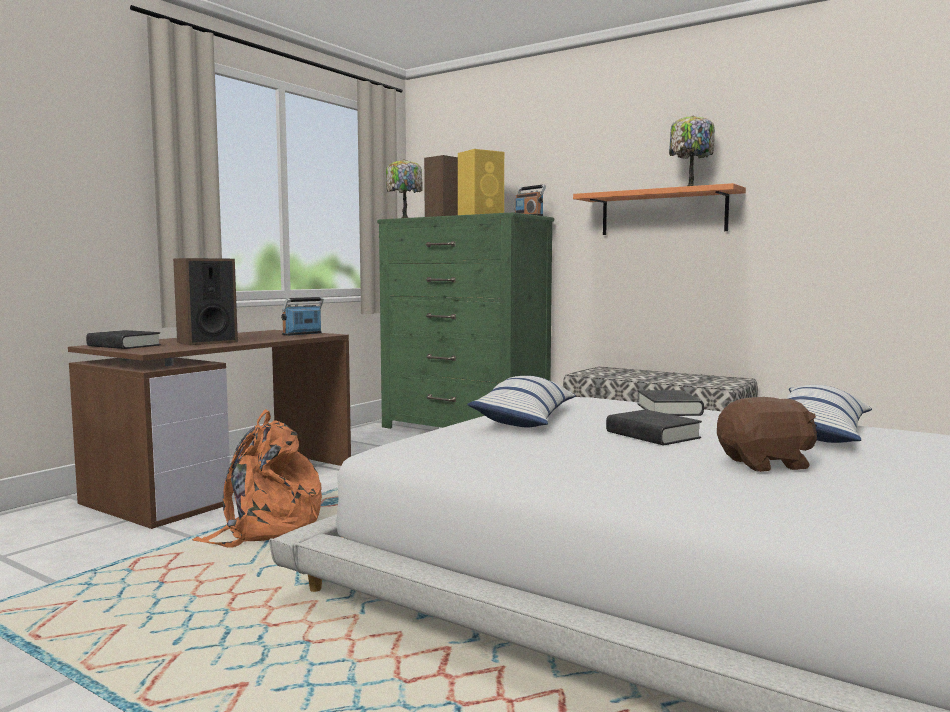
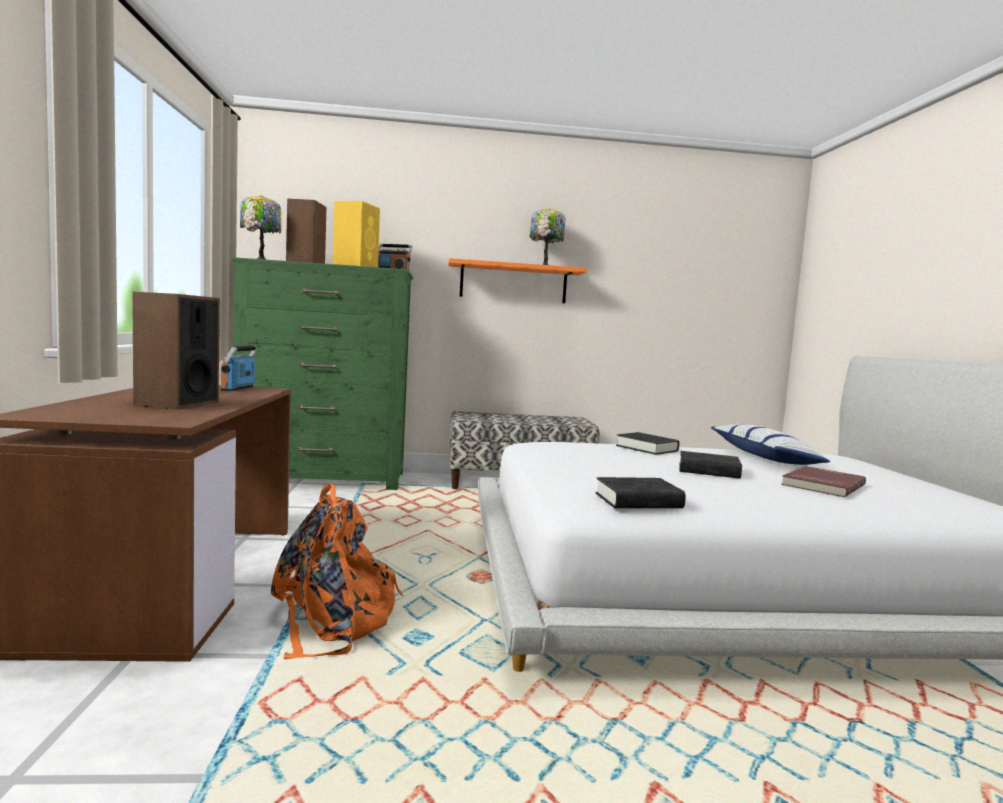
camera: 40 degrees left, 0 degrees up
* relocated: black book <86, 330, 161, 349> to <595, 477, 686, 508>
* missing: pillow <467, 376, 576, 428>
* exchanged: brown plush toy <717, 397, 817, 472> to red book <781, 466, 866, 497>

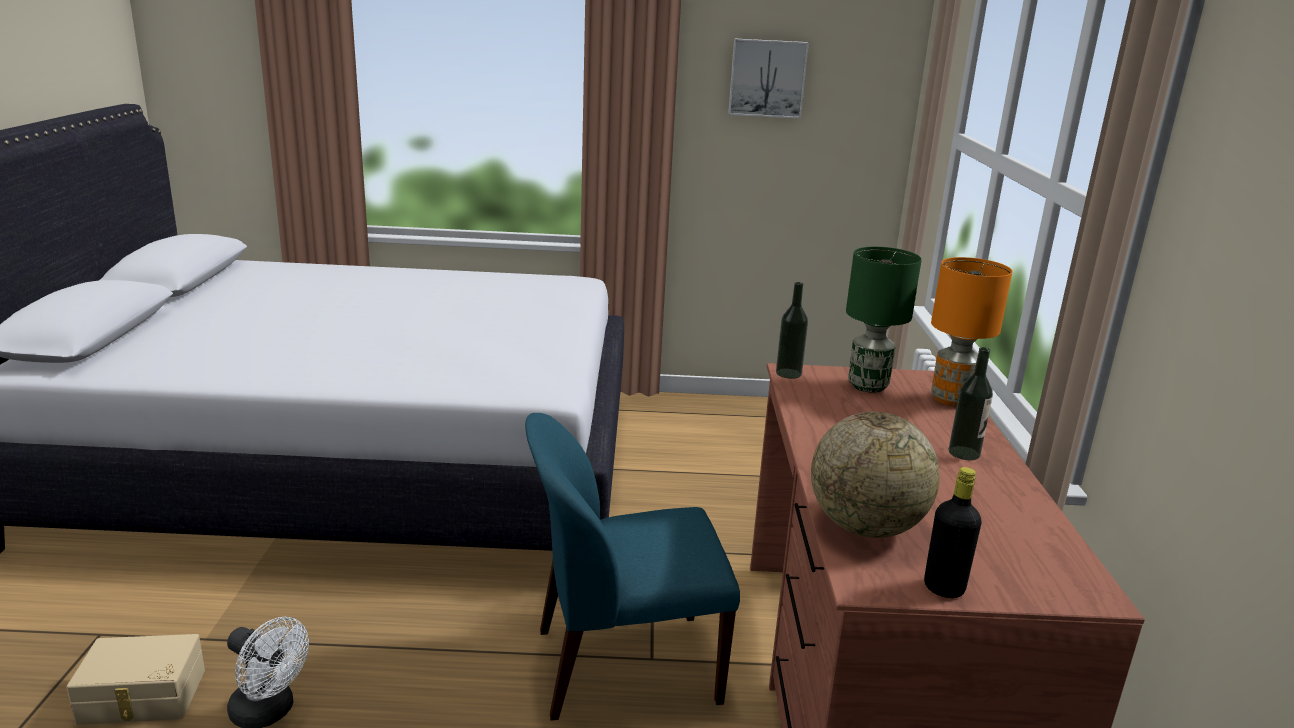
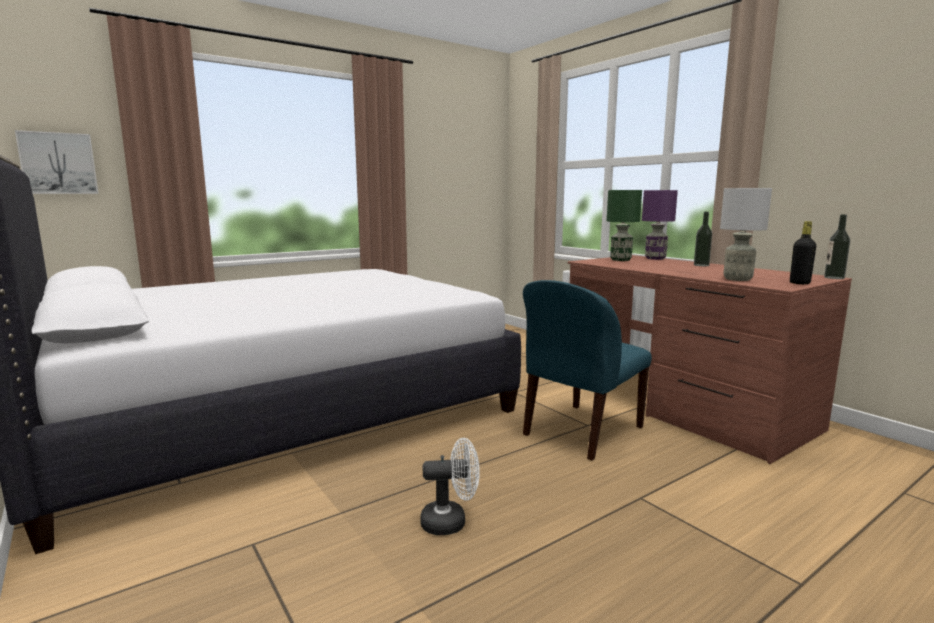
camera: 35 degrees left, 10 degrees down
* relocated: picture <728, 38, 809, 119> to <15, 130, 98, 194>
* colour: orange table lamp <931, 257, 1013, 407> to purple table lamp <642, 190, 678, 260>
* relocated: bottle <776, 282, 808, 379> to <824, 214, 850, 279>
* exchanged: globe <811, 412, 940, 538> to grey table lamp <720, 188, 772, 281>
* missing: beige storage box <66, 634, 205, 725>

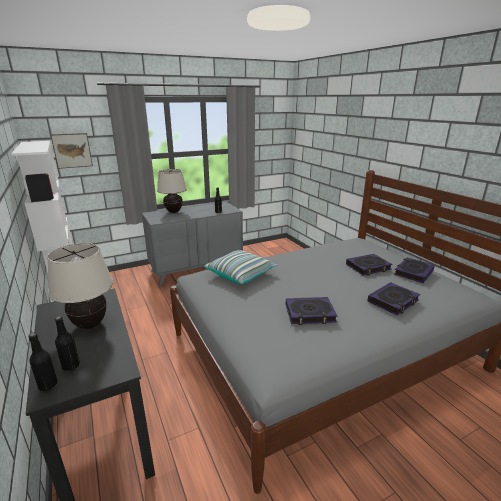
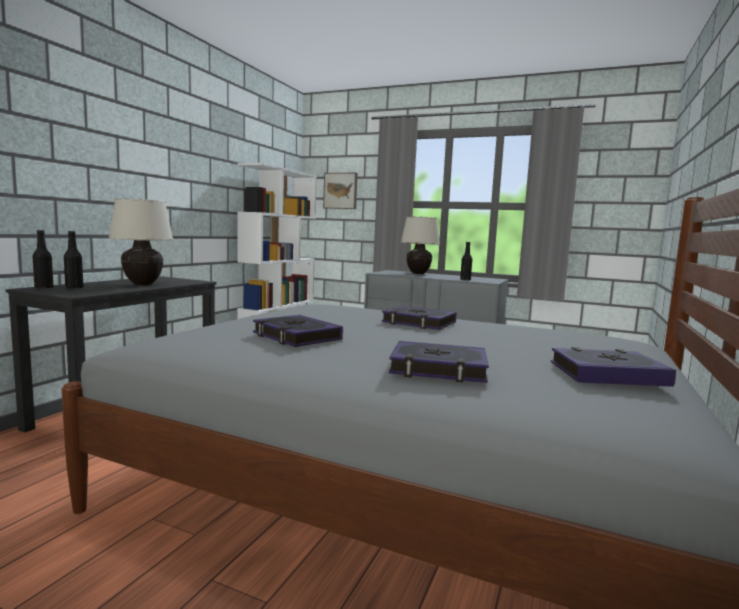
camera: 50 degrees right, 15 degrees down
* missing: pillow <204, 250, 278, 284>
* relocated: book <346, 254, 392, 275> to <381, 305, 457, 330>

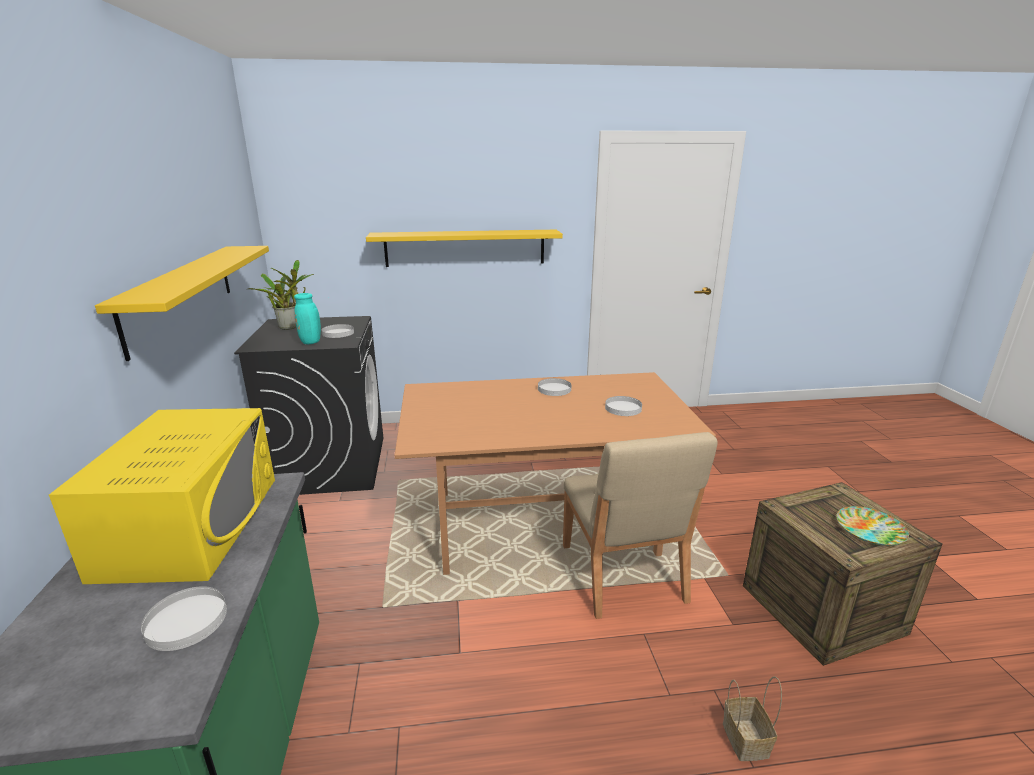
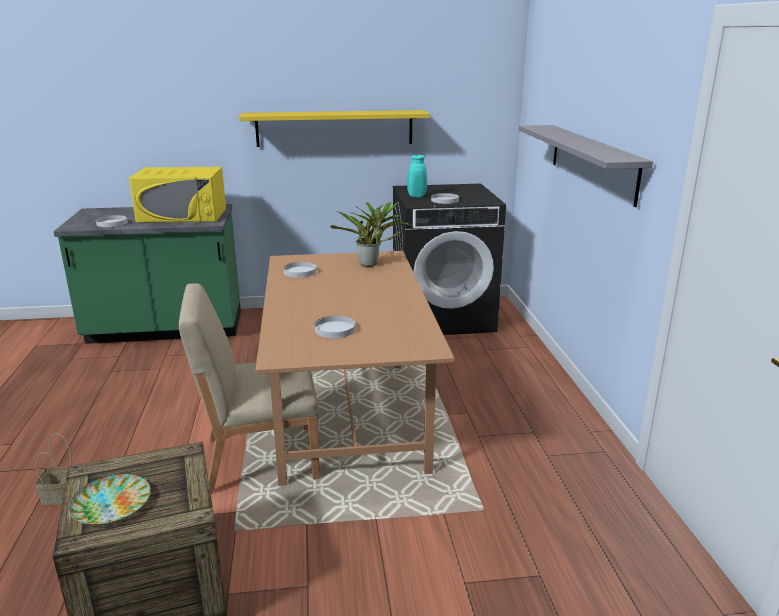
camera: 90 degrees right, 0 degrees up
* colour: yellow shelf <366, 230, 563, 267> to grey shelf <519, 125, 653, 207>
* relocated: potted plant <249, 260, 314, 330> to <330, 202, 412, 267>
* relocated: white plate <538, 378, 571, 396> to <283, 262, 317, 278>

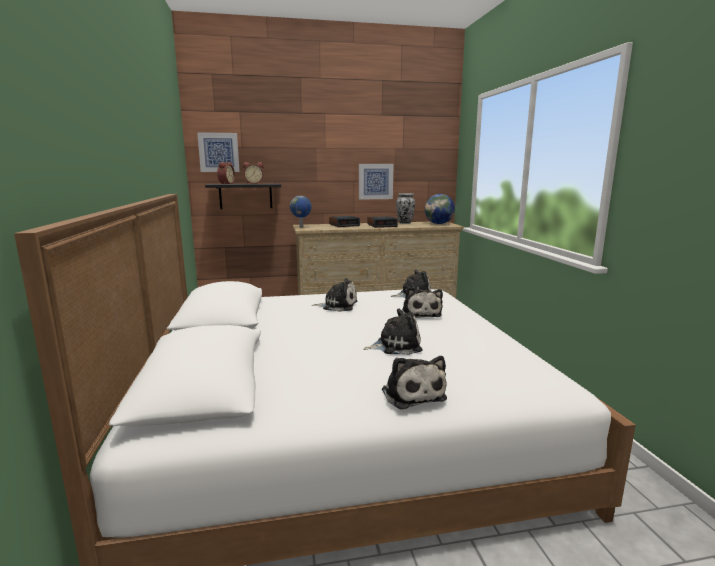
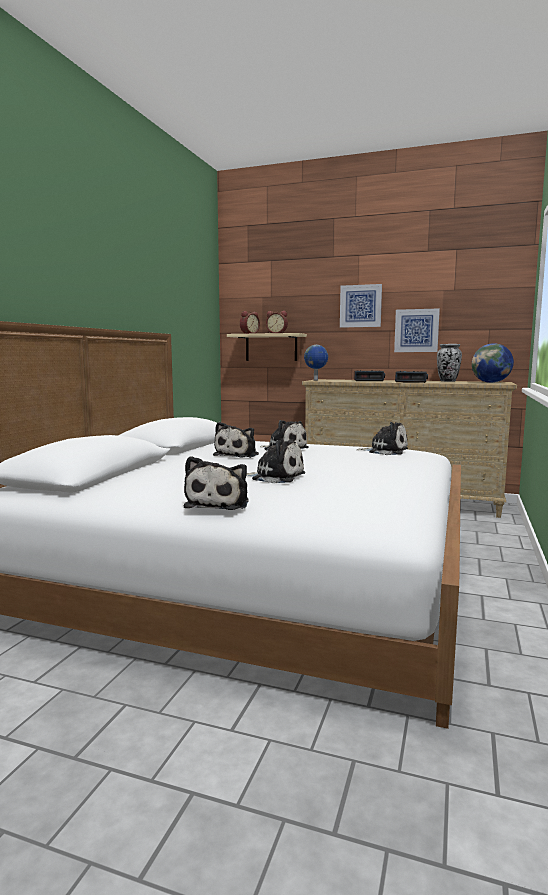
camera: 30 degrees right, 5 degrees down
* relocated: picture <197, 132, 240, 172> to <340, 284, 382, 328>
* colour: black shelf <205, 184, 281, 209> to beige shelf <227, 333, 307, 361>
* relocated: plush toy <402, 287, 443, 318> to <213, 422, 259, 458>

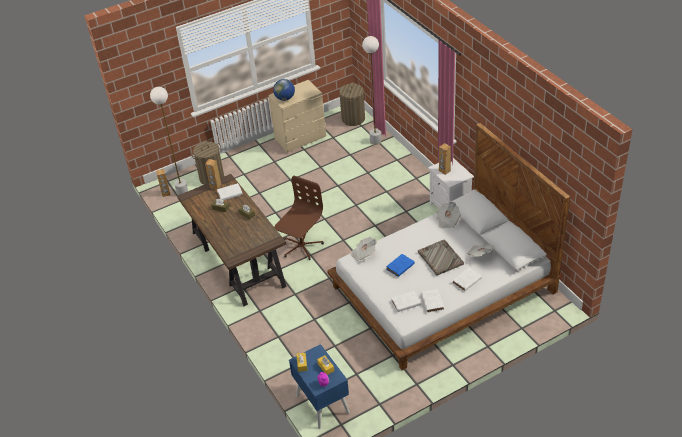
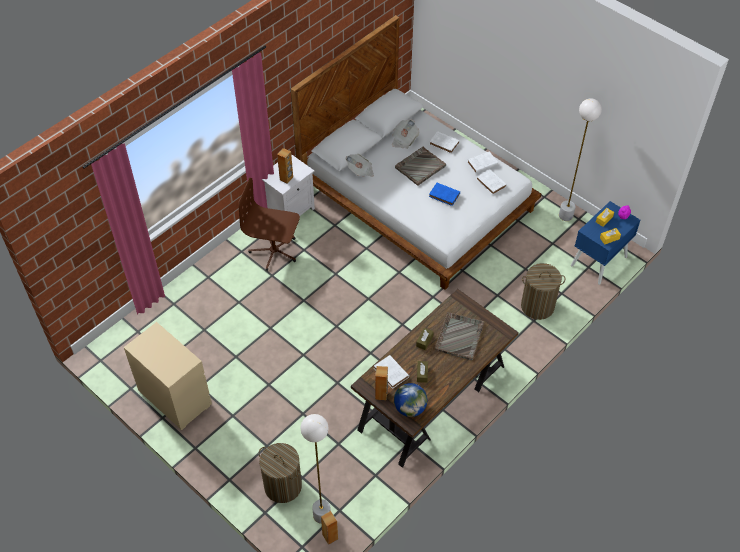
camera: 110 degrees left, 10 degrees up
* relocated: white floor lamp <362, 36, 381, 145> to <559, 98, 602, 221>
* relocated: globe <273, 79, 295, 101> to <394, 383, 427, 417>
* relocated: laundry basket <339, 83, 365, 126> to <521, 263, 565, 320>
* relocated: brown office chair <274, 176, 324, 260> to <239, 178, 300, 271>
* missing: newspaper <350, 237, 377, 261>
* appeared: grey tray <435, 312, 484, 360>

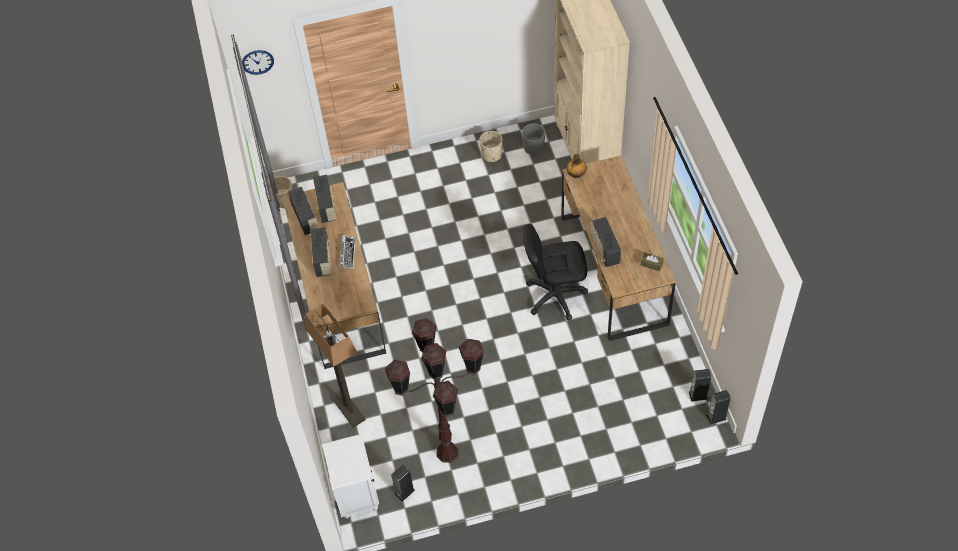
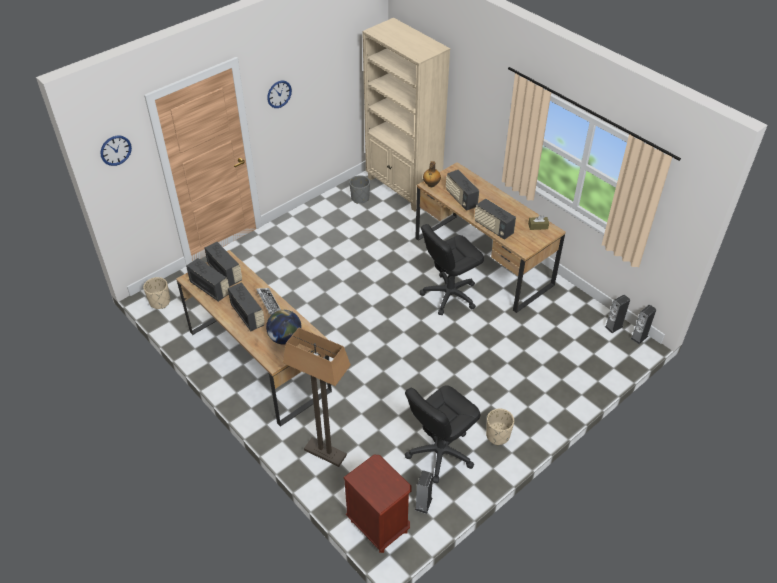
camera: 30 degrees left, 10 degrees down
* relocated: beige planter <479, 131, 503, 162> to <486, 409, 514, 445>
* exchanged: brown floor lamp <385, 318, 484, 463> to black office chair <405, 385, 480, 483>
* colour: white nightstand <322, 435, 379, 519> to brown nightstand <343, 455, 411, 553>
* appeared: wall clock <267, 80, 292, 108>
* appeared: radio <446, 169, 479, 211>
* appeared: globe <266, 310, 302, 345>

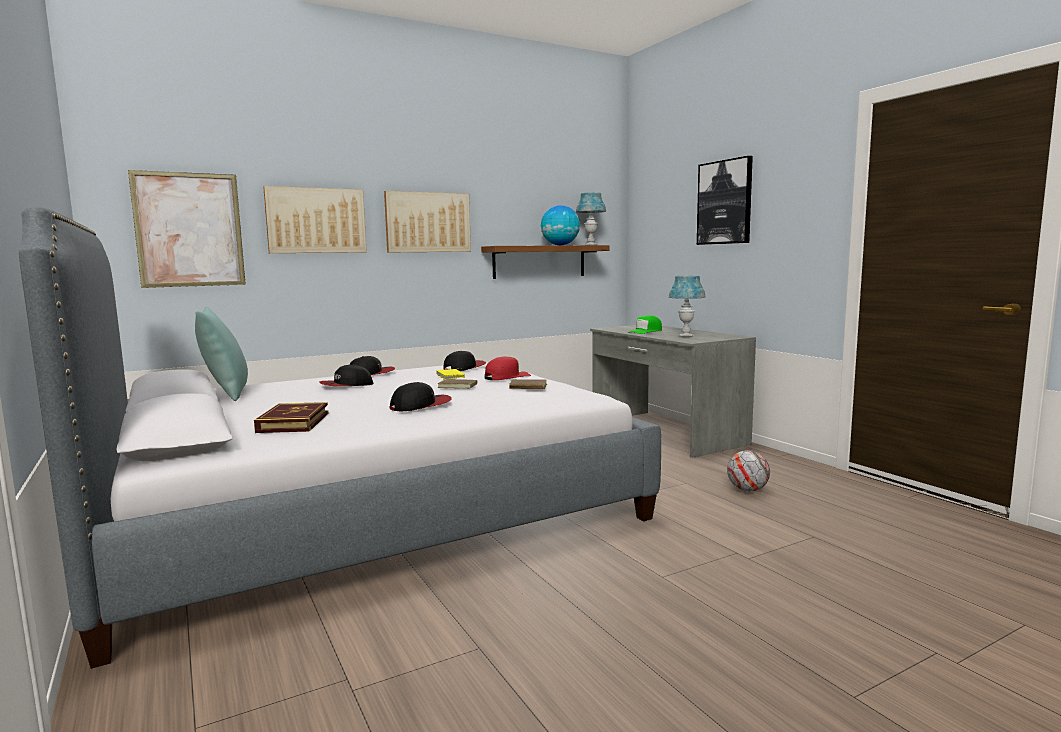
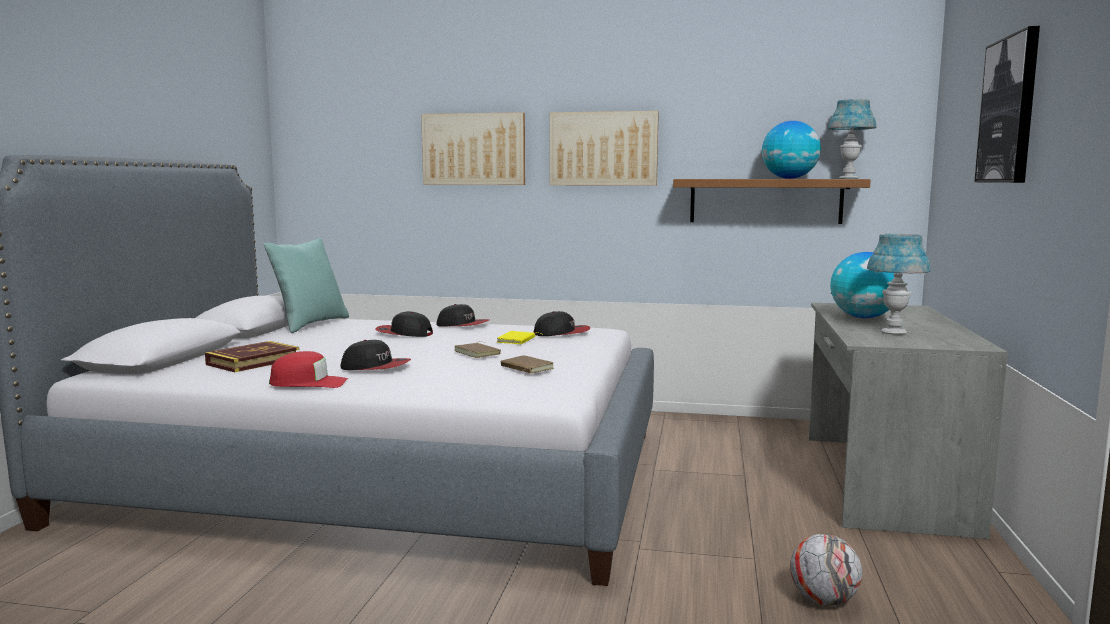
camera: 40 degrees right, 0 degrees up
* missing: picture <128, 170, 246, 288>
* exchanged: green cap <627, 315, 662, 334> to globe <830, 252, 894, 318>
* relocated: red cap <484, 357, 531, 380> to <269, 351, 348, 388>

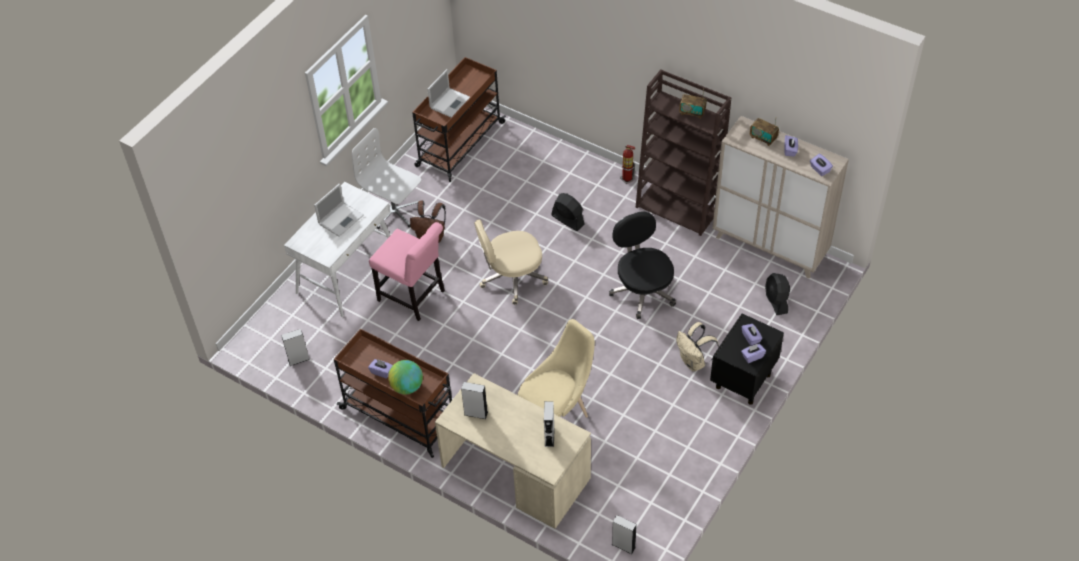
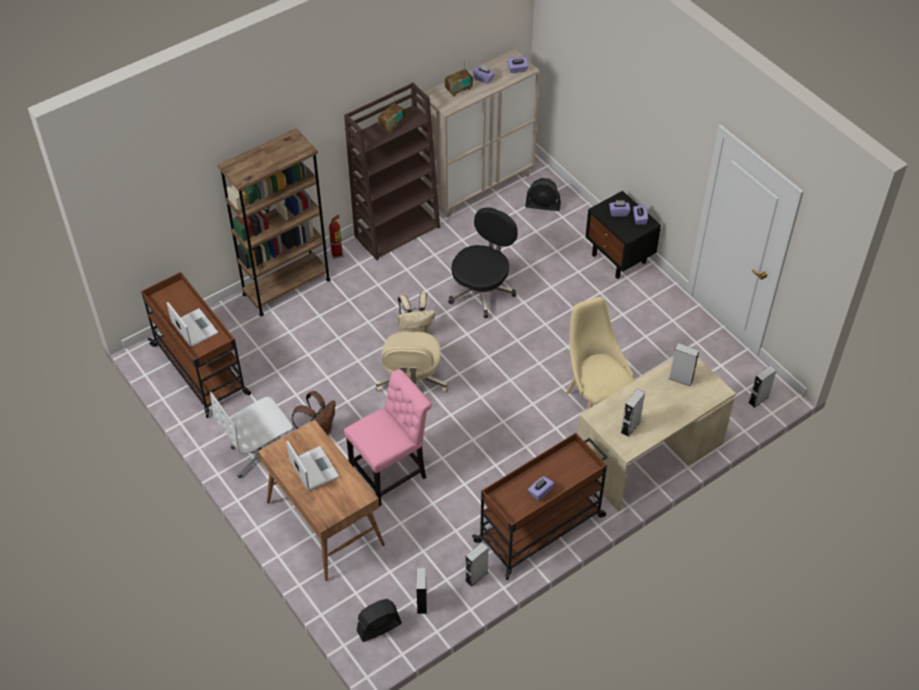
camera: 70 degrees left, 0 degrees up
* colour: white desk <284, 182, 391, 317> to brown desk <258, 419, 385, 581>
* relocated: black fan <551, 193, 585, 231> to <356, 599, 402, 642>
* spun: black office chair <609, 212, 676, 319> = <448, 207, 518, 318> 120 degrees clockwise
* relocated: beige backpack <676, 322, 719, 371> to <397, 292, 435, 333>
* missing: globe <388, 360, 423, 394>
* appeared: brown bookcase <217, 129, 331, 316>
* appeared: grey speaker <465, 542, 489, 587>

